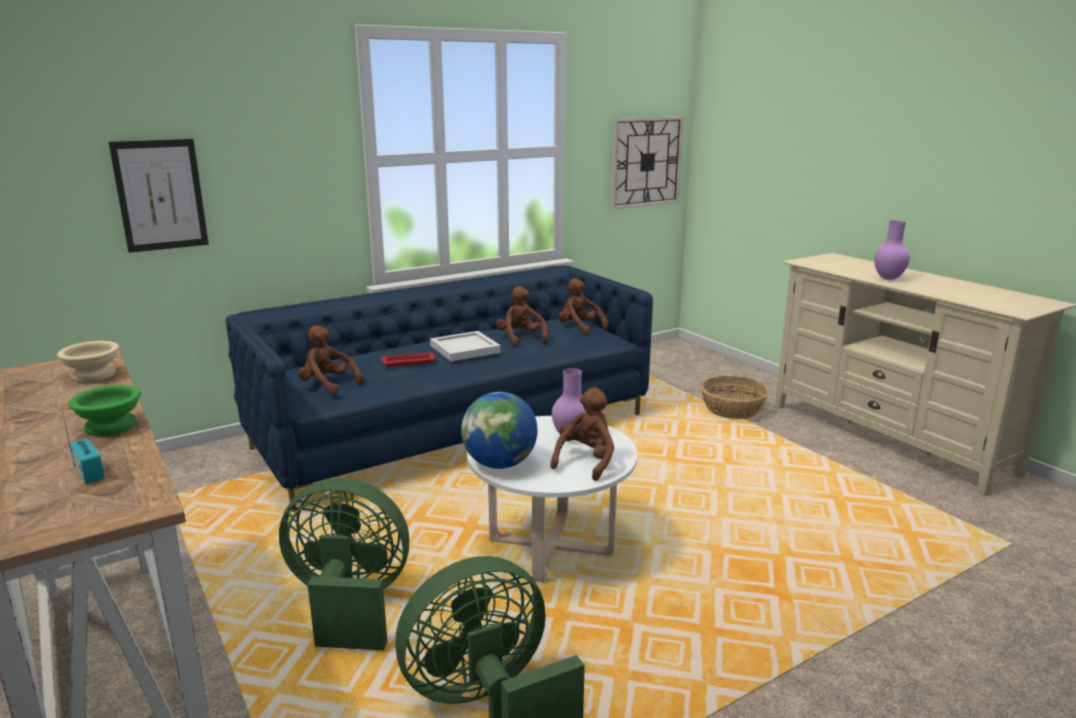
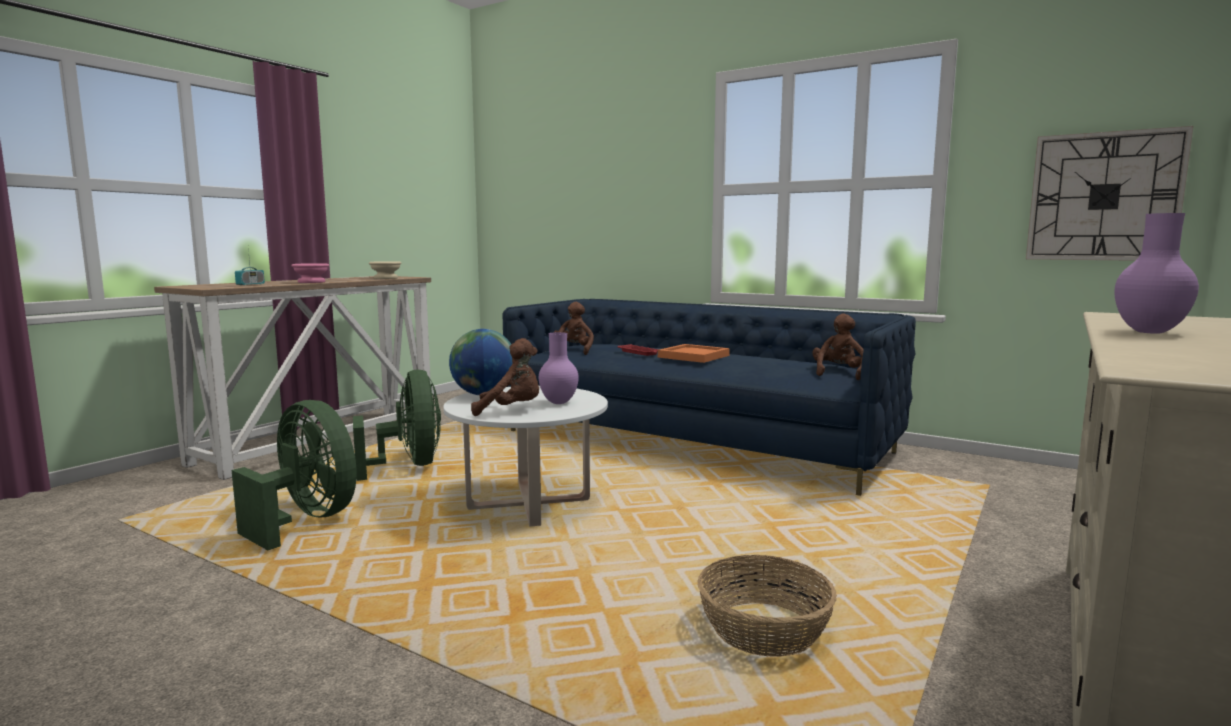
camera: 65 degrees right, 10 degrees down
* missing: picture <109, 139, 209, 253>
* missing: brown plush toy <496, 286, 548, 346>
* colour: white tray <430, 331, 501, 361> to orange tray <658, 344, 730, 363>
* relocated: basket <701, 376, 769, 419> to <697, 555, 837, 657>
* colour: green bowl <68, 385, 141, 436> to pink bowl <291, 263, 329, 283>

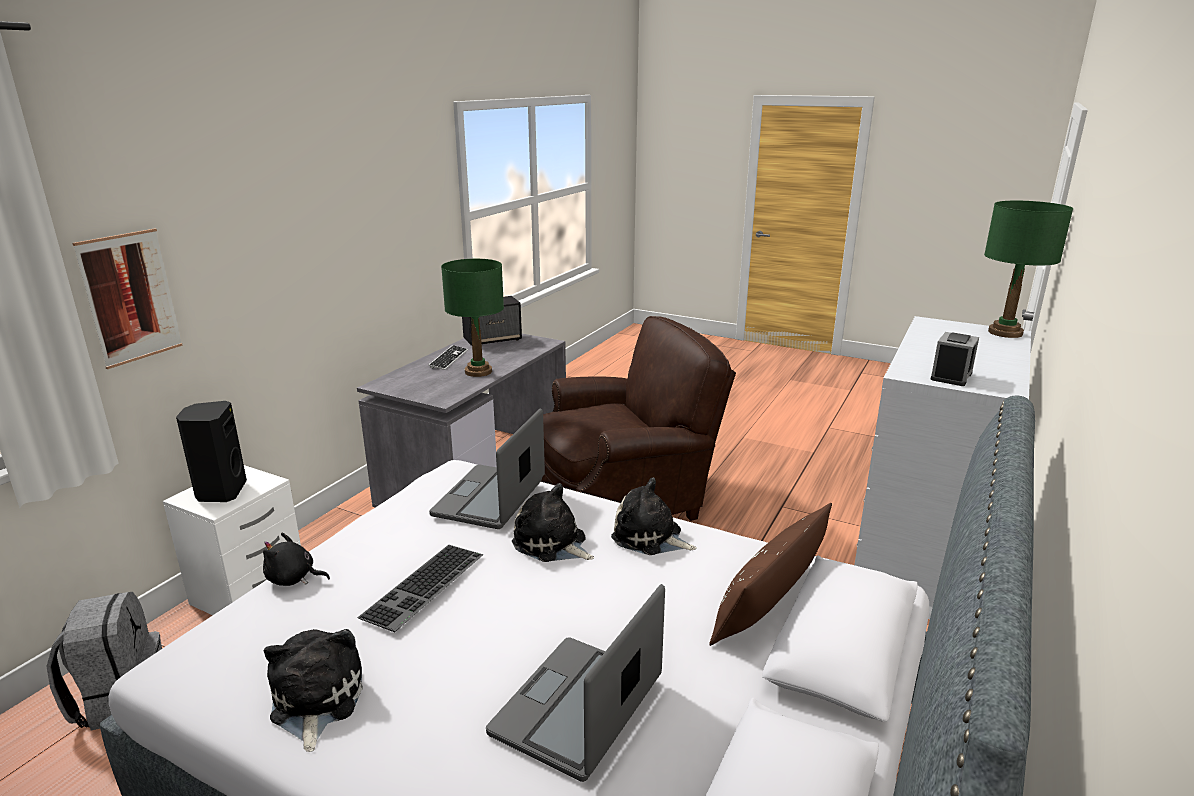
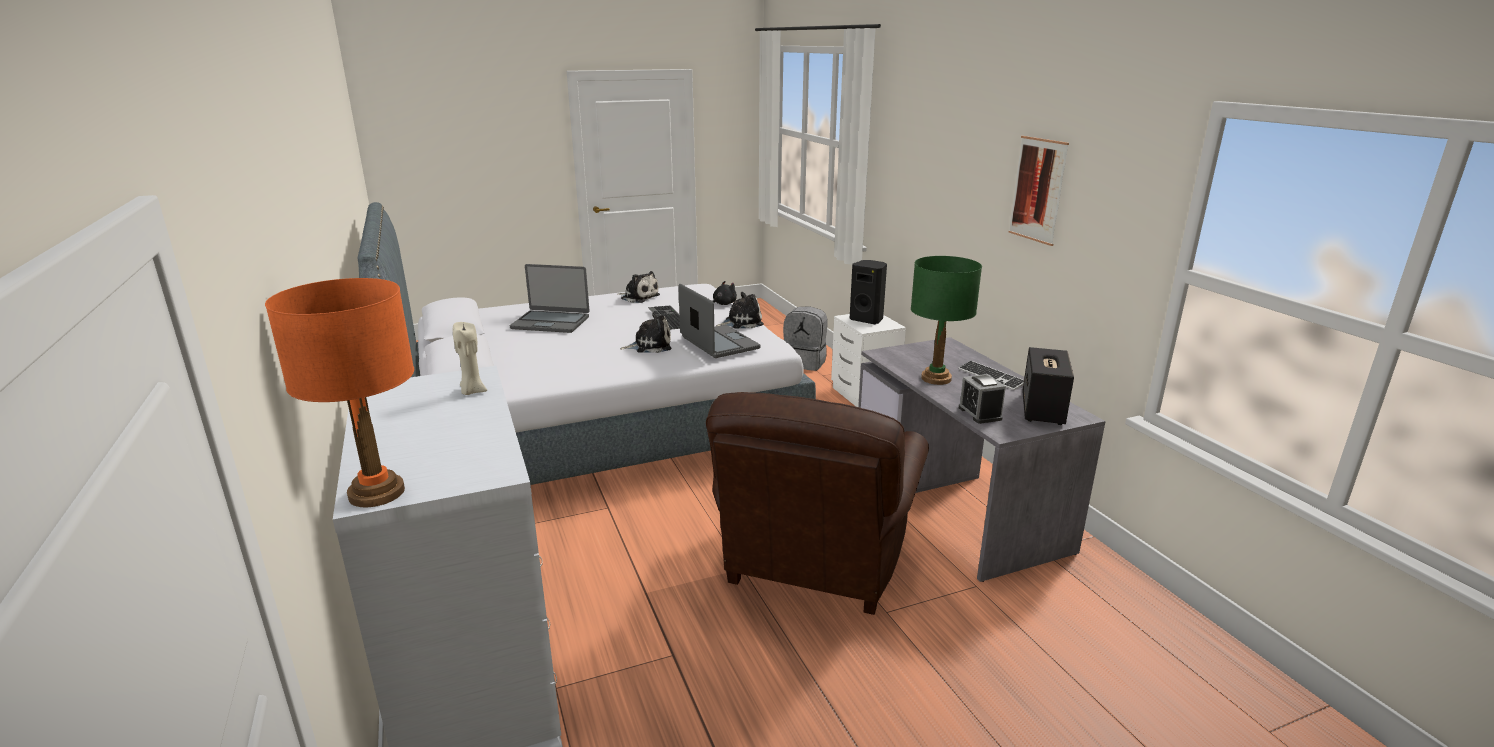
camera: 130 degrees right, 0 degrees up
* colour: green table lamp <984, 201, 1073, 338> to orange table lamp <265, 278, 414, 507>
* relocated: picture <73, 228, 183, 369> to <1009, 136, 1069, 246>
* relocated: alarm clock <931, 332, 979, 386> to <959, 374, 1006, 424>
* relocated: plush toy <611, 478, 697, 555> to <716, 292, 764, 328>
* missing: brown pillow <709, 503, 832, 646>
* spun: laptop <486, 584, 665, 782> = <510, 264, 590, 333> 120 degrees clockwise
* appeared: beige candle <453, 322, 487, 395>

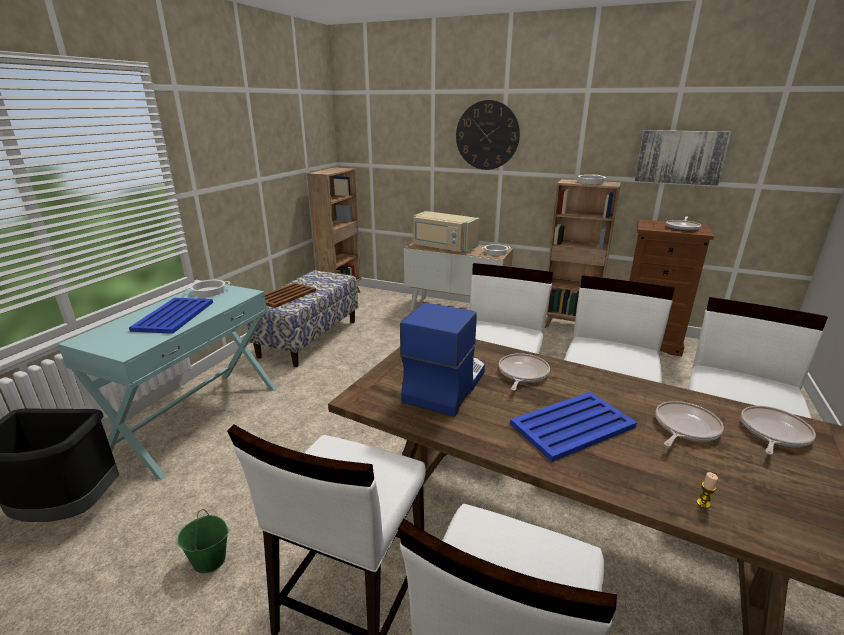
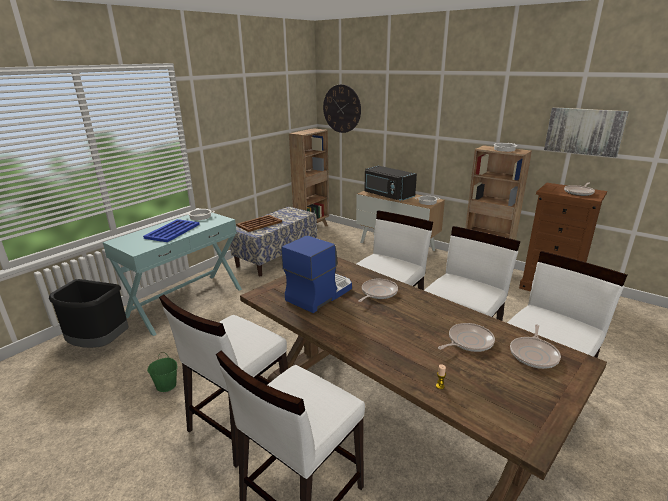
camera: 15 degrees right, 0 degrees up
* relocated: wall clock <456, 100, 520, 170> to <323, 84, 361, 133>
* colour: beige microwave <413, 211, 480, 253> to black microwave <365, 166, 417, 201>
* missing: blue tray <510, 392, 637, 462>
* spun: frying pan <741, 406, 816, 455> = <510, 324, 561, 369> 150 degrees clockwise

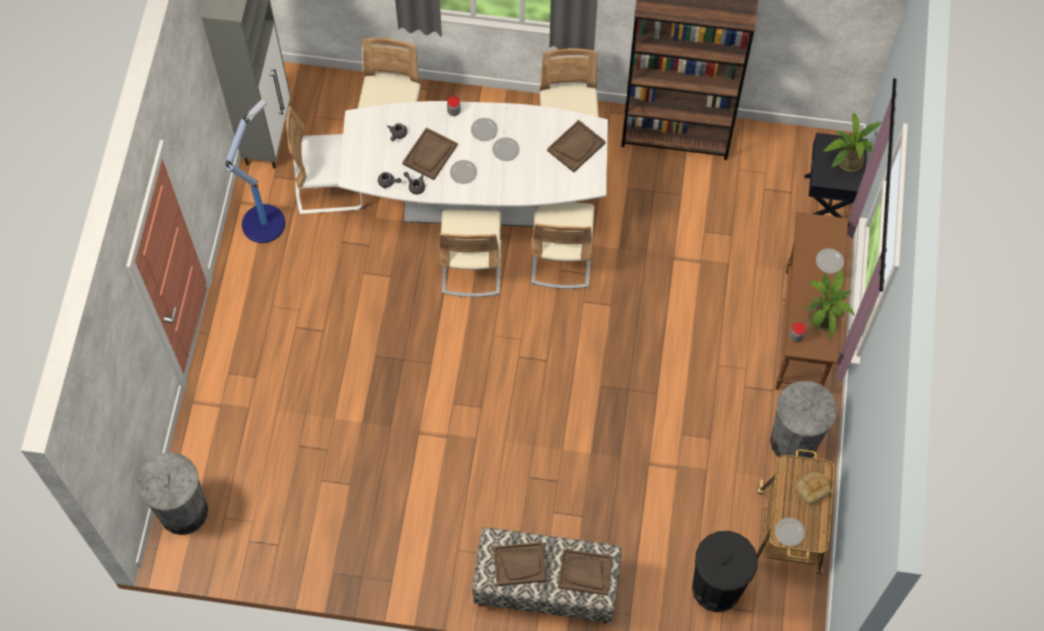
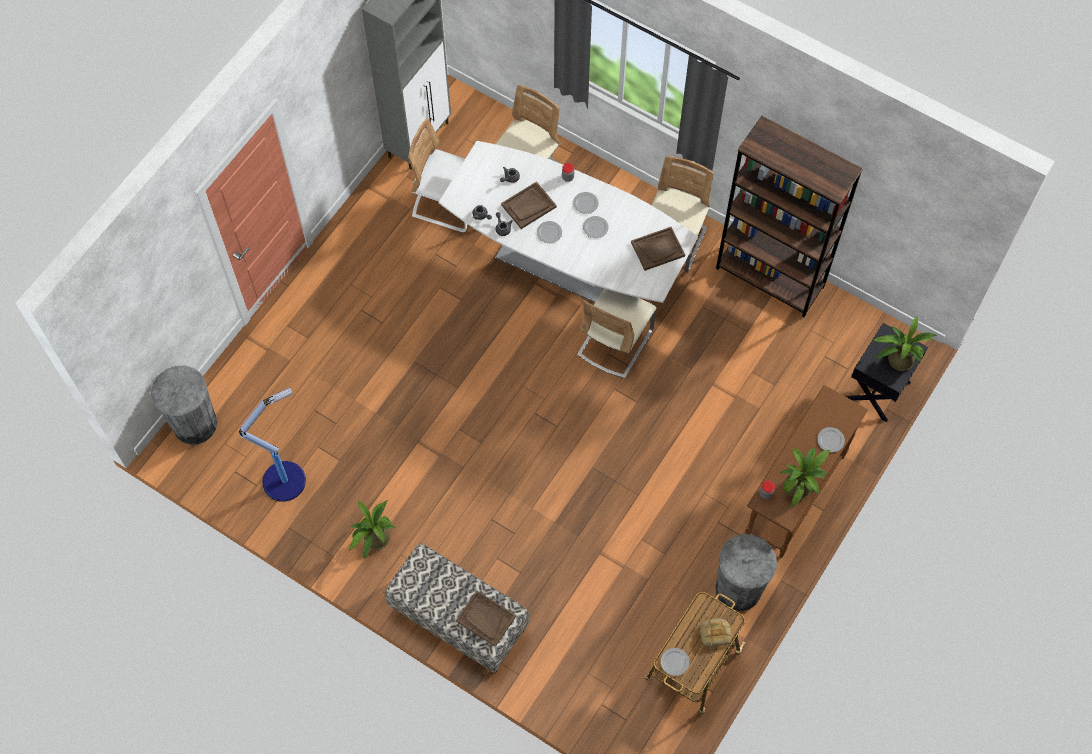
camera: 25 degrees right, 0 degrees up
* relocated: floor lamp <226, 99, 285, 243> to <239, 388, 306, 502>
* missing: beige chair <440, 210, 501, 297>
* missing: black trash can <692, 531, 758, 612>
* missing: brown tray <493, 542, 547, 586>
* appeared: potted plant <349, 500, 396, 559>

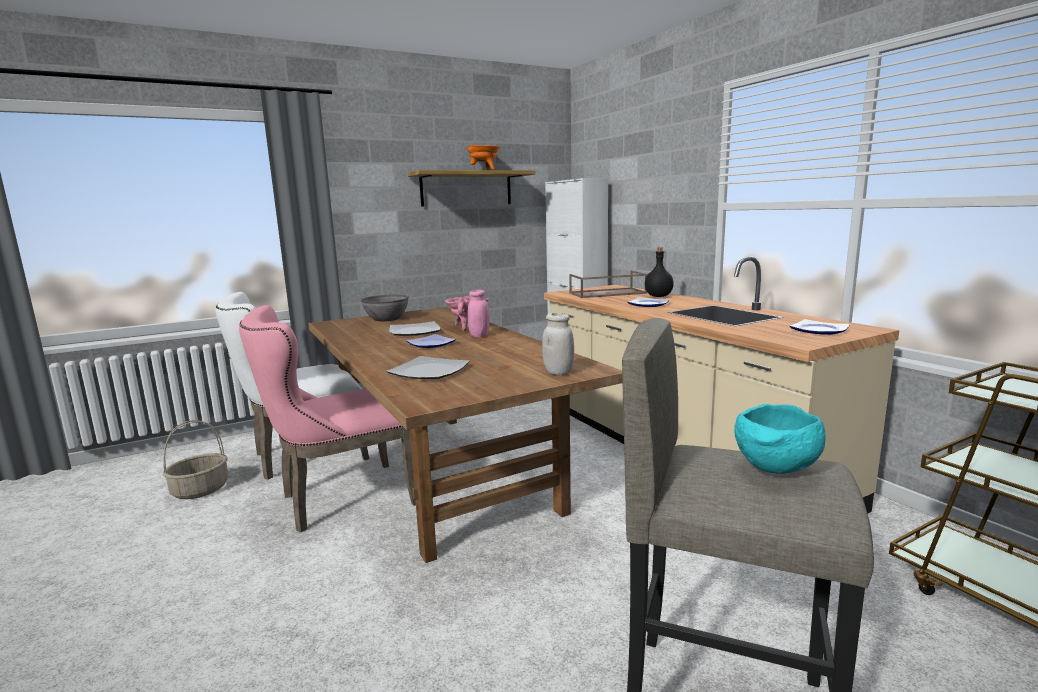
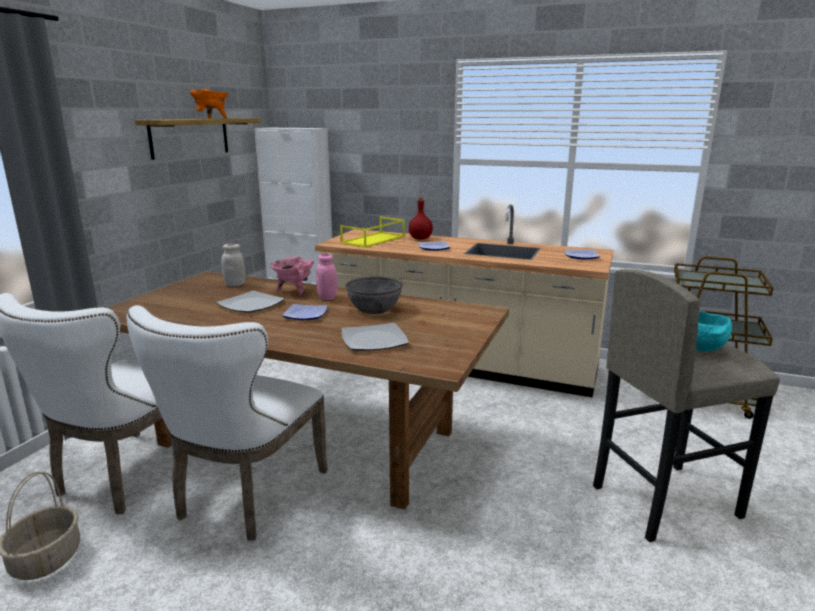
camera: 40 degrees left, 5 degrees up
* colour: black bottle <645, 247, 674, 297> to red bottle <409, 197, 433, 240>
* colour: brown tray <569, 270, 648, 298> to yellow tray <340, 217, 405, 248>
* relocated: grey bowl <361, 295, 409, 321> to <345, 277, 403, 314>
* colour: pink chair <239, 305, 416, 532> to white chair <126, 305, 328, 541>
* relocated: white jar <542, 313, 574, 375> to <221, 244, 245, 286>

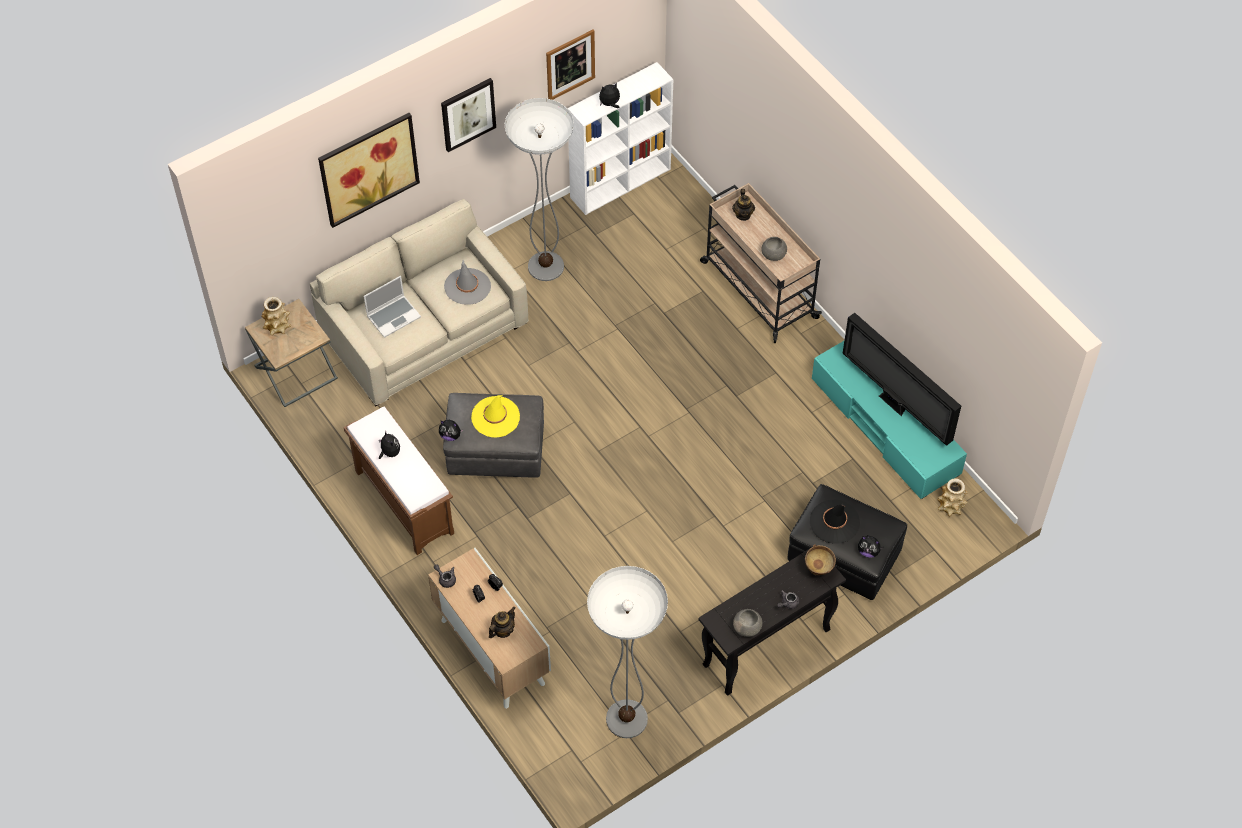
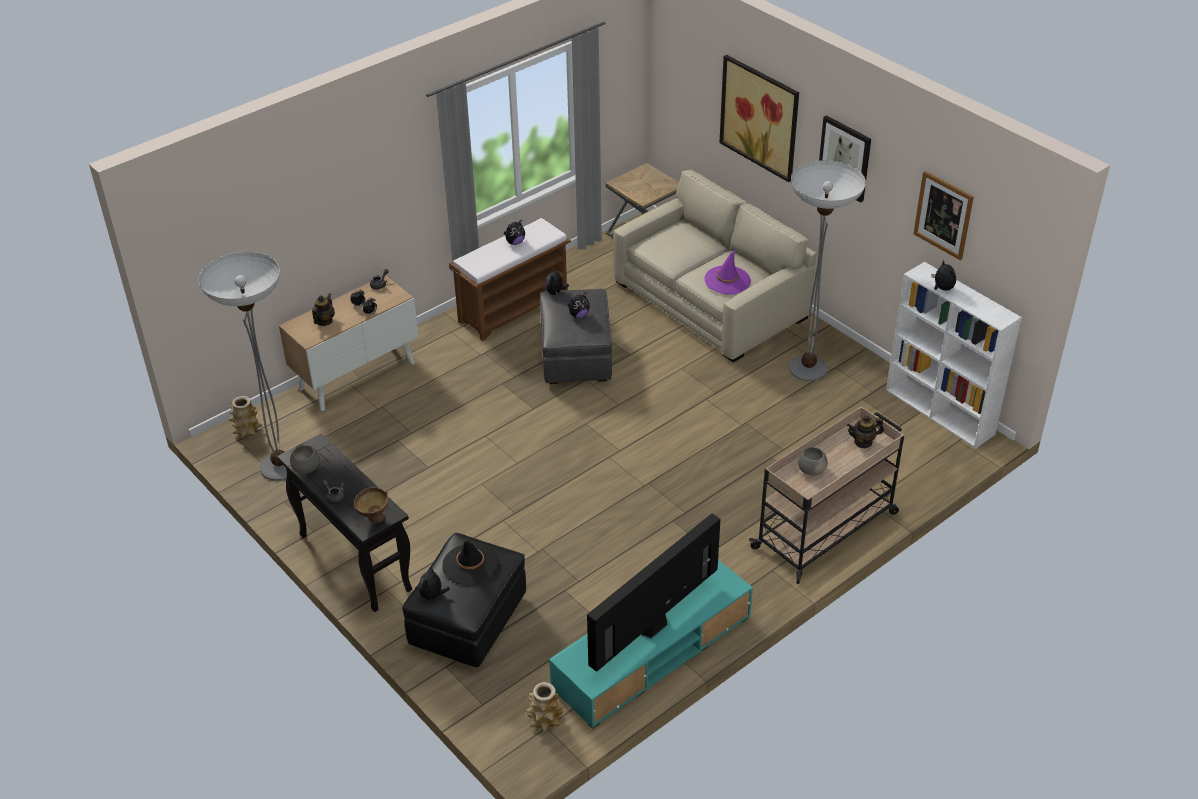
camera: 85 degrees right, 15 degrees down
* colour: grey hat <444, 260, 491, 305> to purple hat <704, 250, 751, 295>
* missing: laptop <364, 276, 421, 338>
* relocated: vase <261, 297, 291, 335> to <228, 396, 262, 438>
* exchanged: yellow hat <471, 395, 520, 438> to plush toy <568, 293, 590, 318>
* spun: teapot <489, 607, 515, 638> = <312, 294, 335, 326> 105 degrees counterclockwise

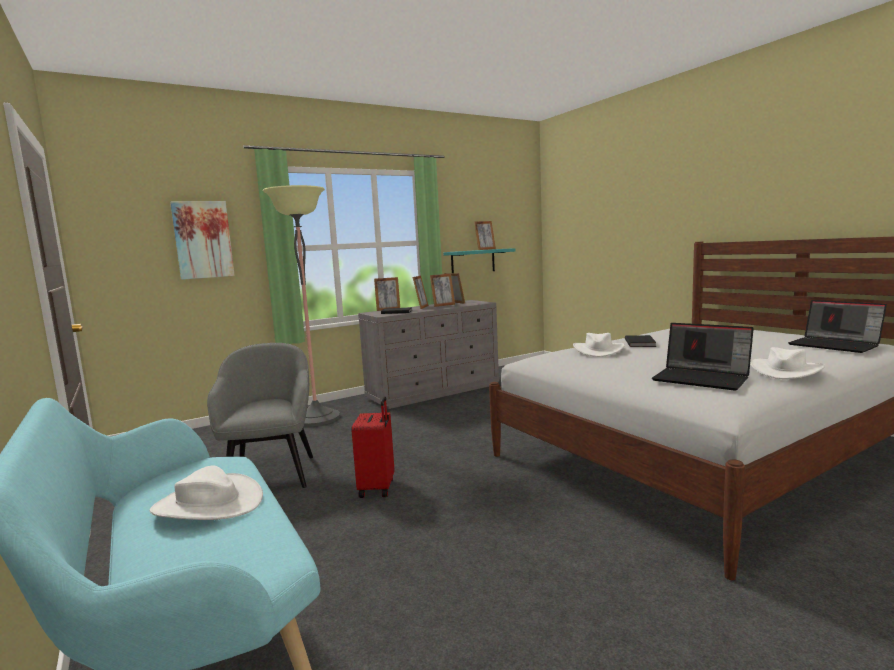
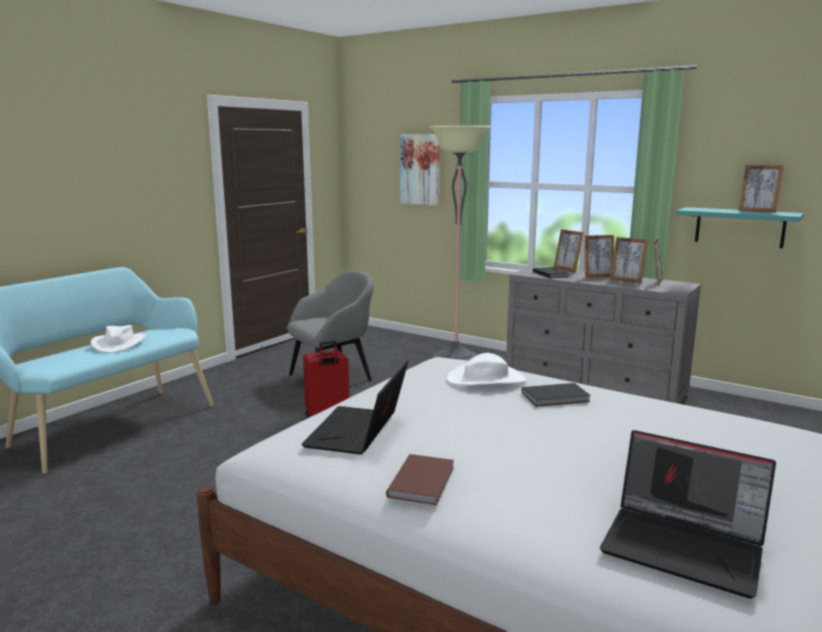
camera: 65 degrees right, 5 degrees up
* spun: laptop <788, 300, 887, 353> = <600, 430, 776, 599> 90 degrees counterclockwise
* exchanged: white hat <750, 347, 825, 379> to brown book <386, 454, 454, 505>

